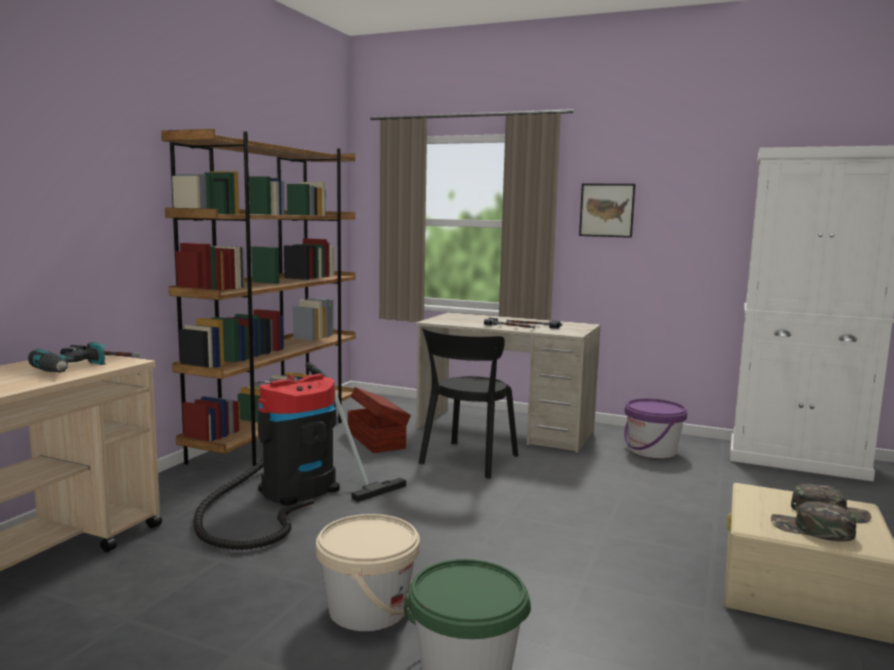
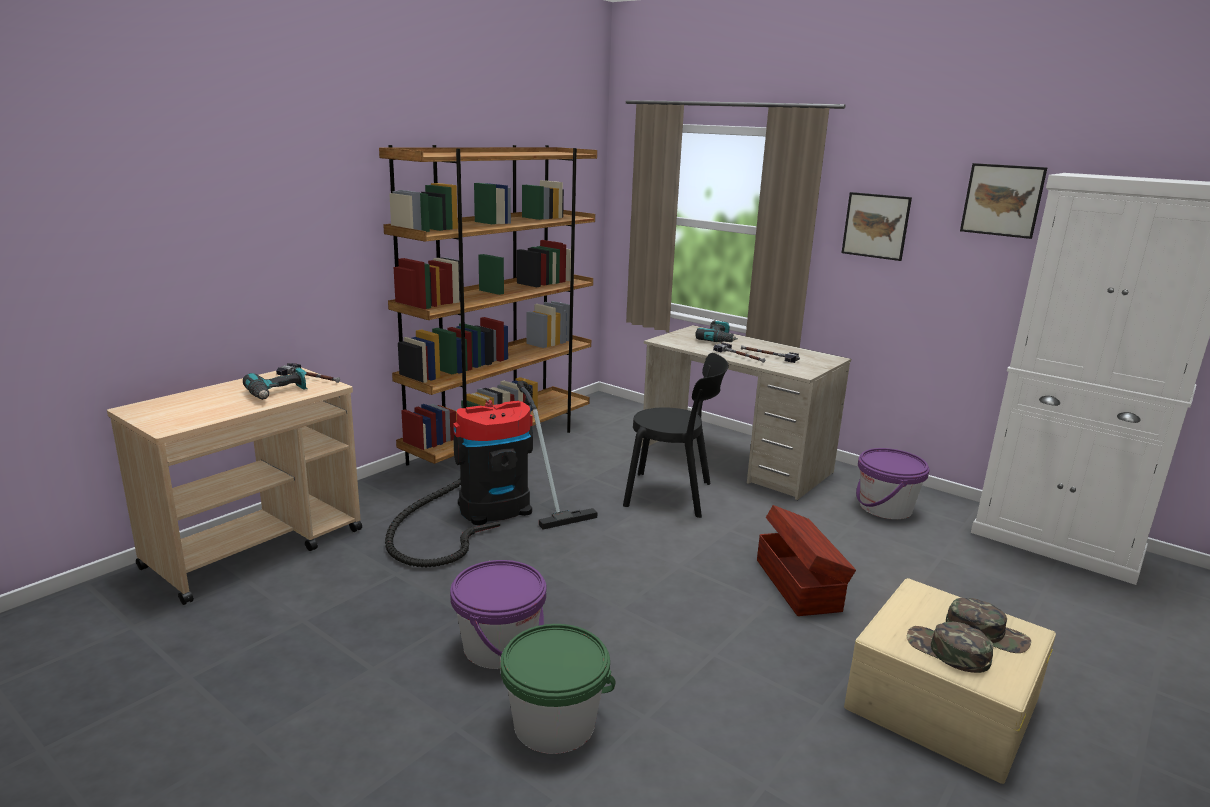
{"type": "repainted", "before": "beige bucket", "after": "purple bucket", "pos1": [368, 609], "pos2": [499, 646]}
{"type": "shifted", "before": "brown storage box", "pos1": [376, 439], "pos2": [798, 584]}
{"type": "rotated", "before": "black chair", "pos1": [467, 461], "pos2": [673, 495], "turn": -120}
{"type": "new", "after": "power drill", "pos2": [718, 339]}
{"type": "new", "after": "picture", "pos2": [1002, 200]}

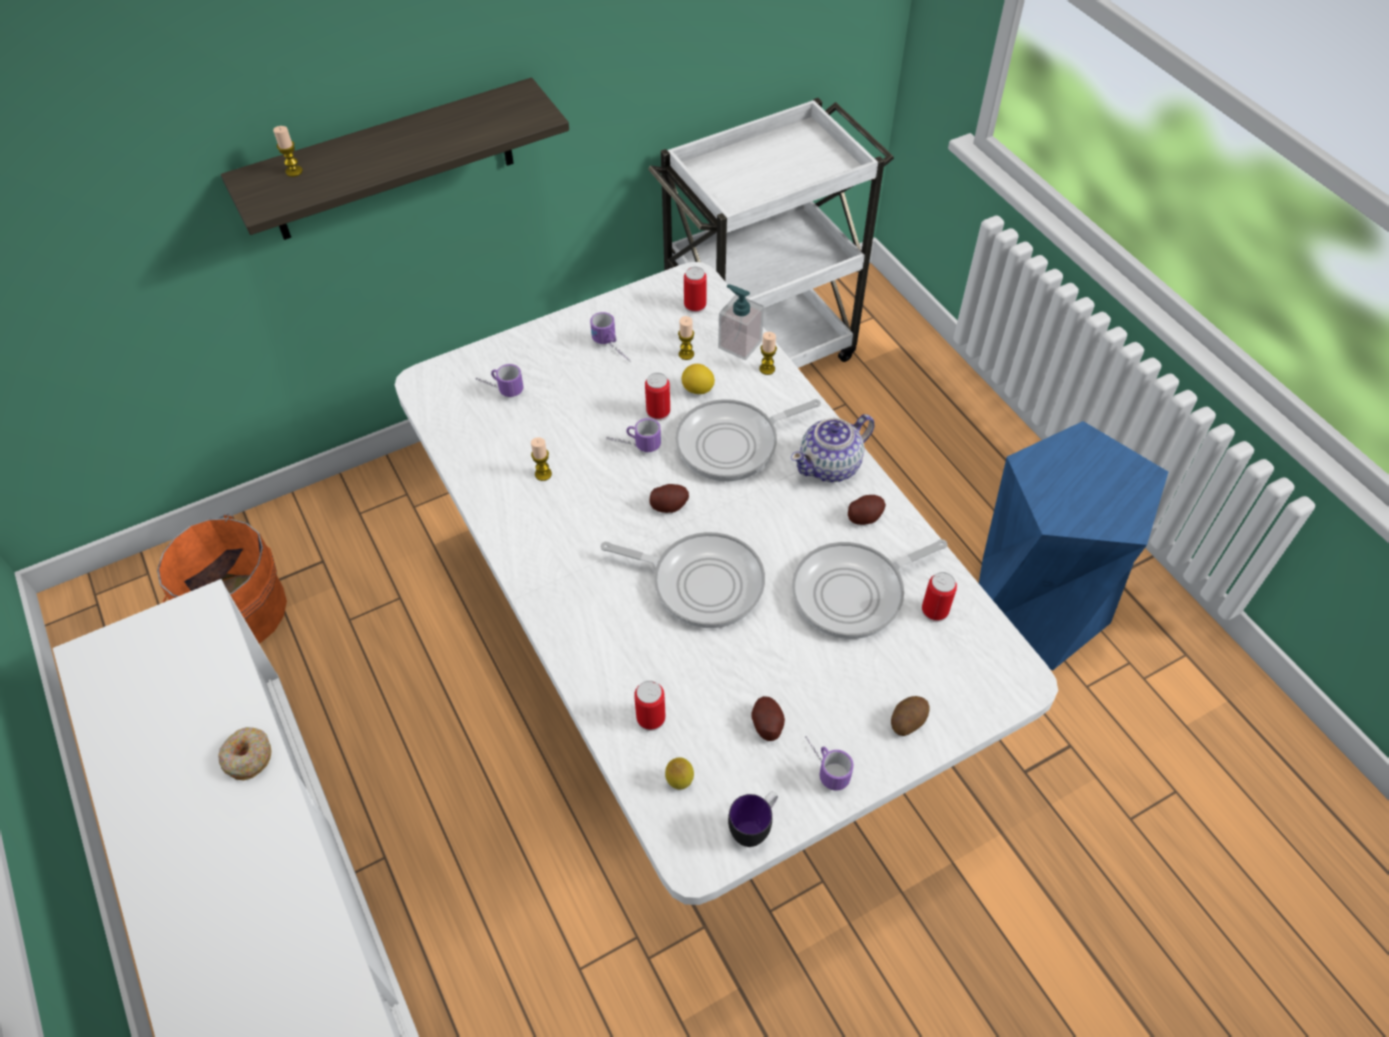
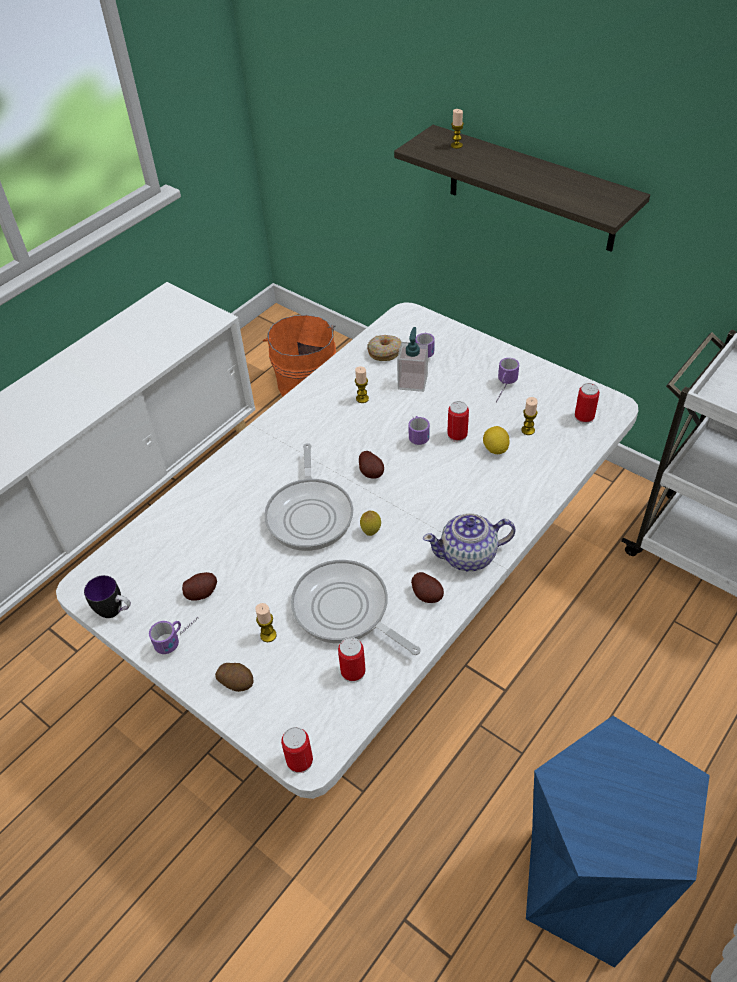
{"type": "shifted", "before": "donut", "pos1": [248, 757], "pos2": [385, 352]}
{"type": "shifted", "before": "can", "pos1": [651, 718], "pos2": [300, 761]}
{"type": "shifted", "before": "lemon", "pos1": [679, 782], "pos2": [371, 532]}
{"type": "gone", "before": "frying pan", "pos1": [733, 444]}
{"type": "shifted", "before": "soap dispenser", "pos1": [739, 344], "pos2": [412, 381]}
{"type": "shifted", "before": "candle", "pos1": [767, 369], "pos2": [268, 635]}
{"type": "rotated", "before": "teapot", "pos1": [831, 465], "pos2": [469, 556], "turn": -45}

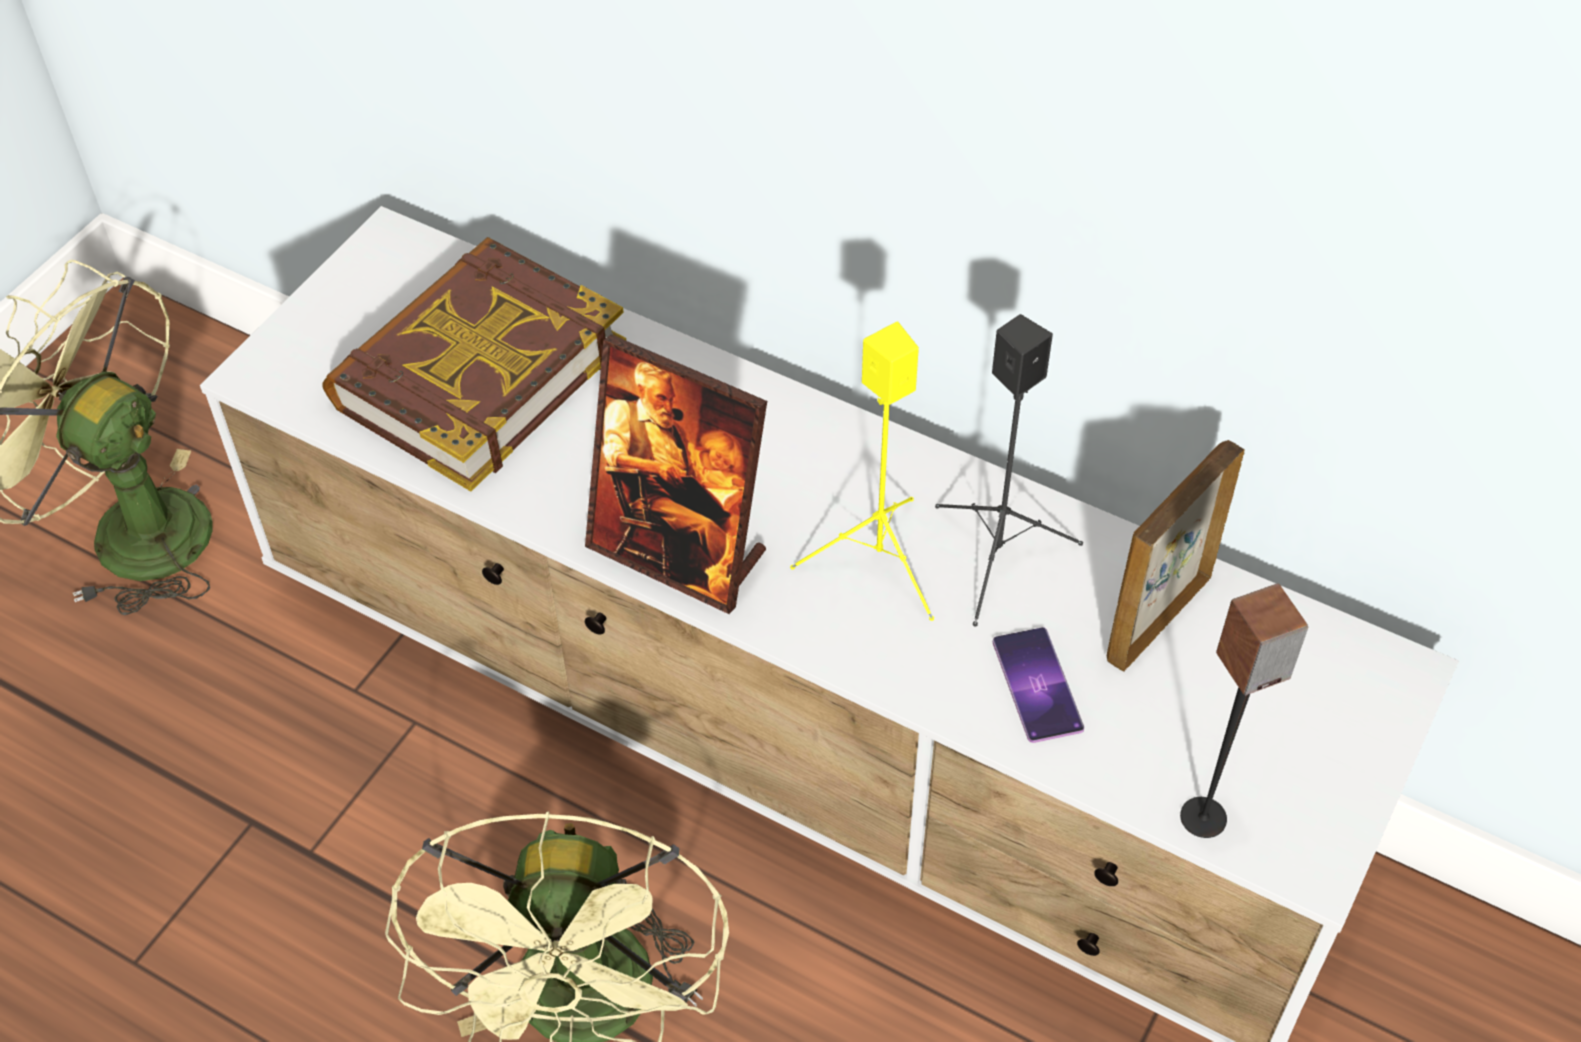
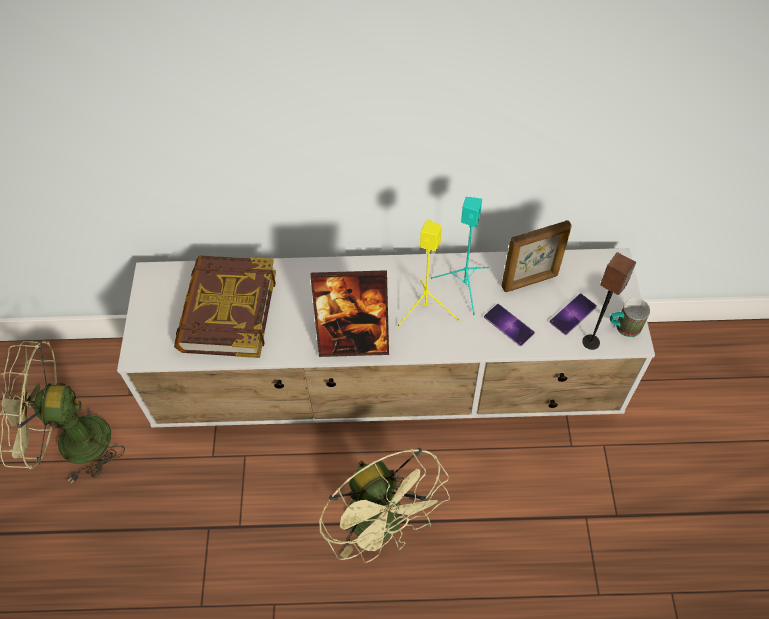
{"type": "repainted", "before": "black speaker", "after": "turquoise speaker", "pos1": [999, 556], "pos2": [464, 285]}
{"type": "rotated", "before": "picture frame", "pos1": [1156, 618], "pos2": [530, 281], "turn": -120}
{"type": "new", "after": "phone", "pos2": [573, 314]}
{"type": "new", "after": "mug", "pos2": [623, 327]}

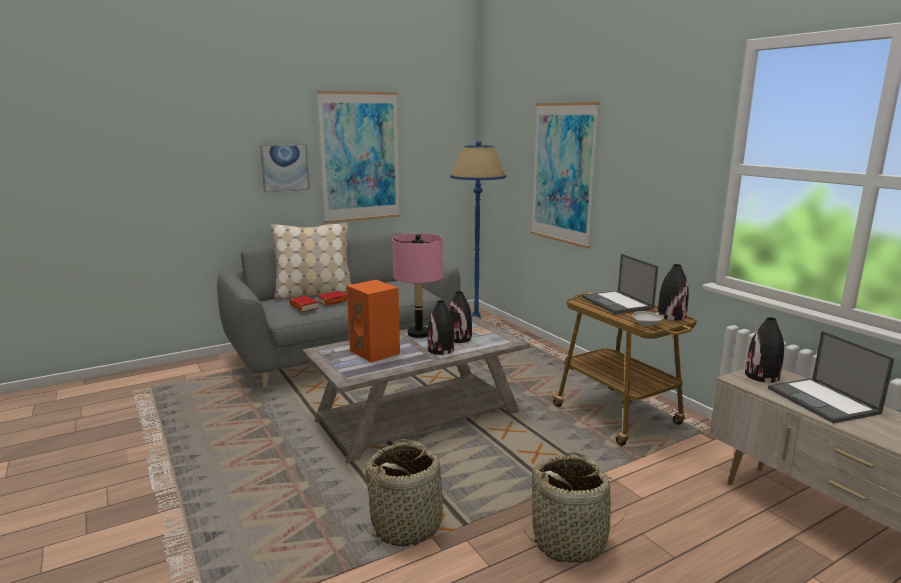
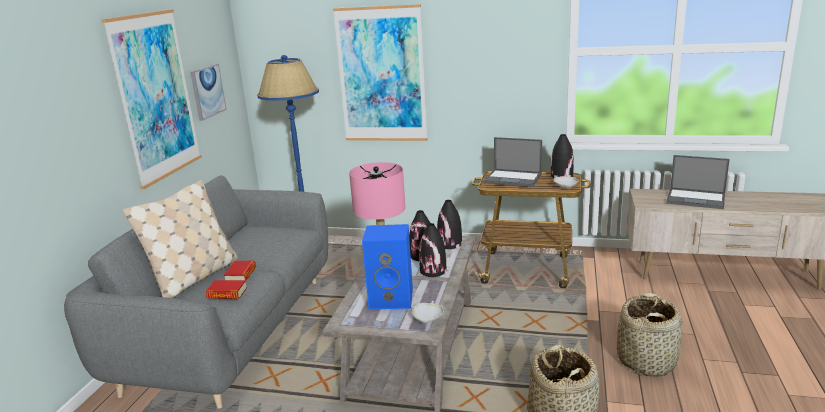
{"type": "shifted", "before": "picture", "pos1": [284, 167], "pos2": [207, 91]}
{"type": "repainted", "before": "orange speaker", "after": "blue speaker", "pos1": [376, 352], "pos2": [392, 298]}
{"type": "shifted", "before": "black vase", "pos1": [762, 376], "pos2": [450, 244]}
{"type": "new", "after": "white bowl", "pos2": [428, 319]}

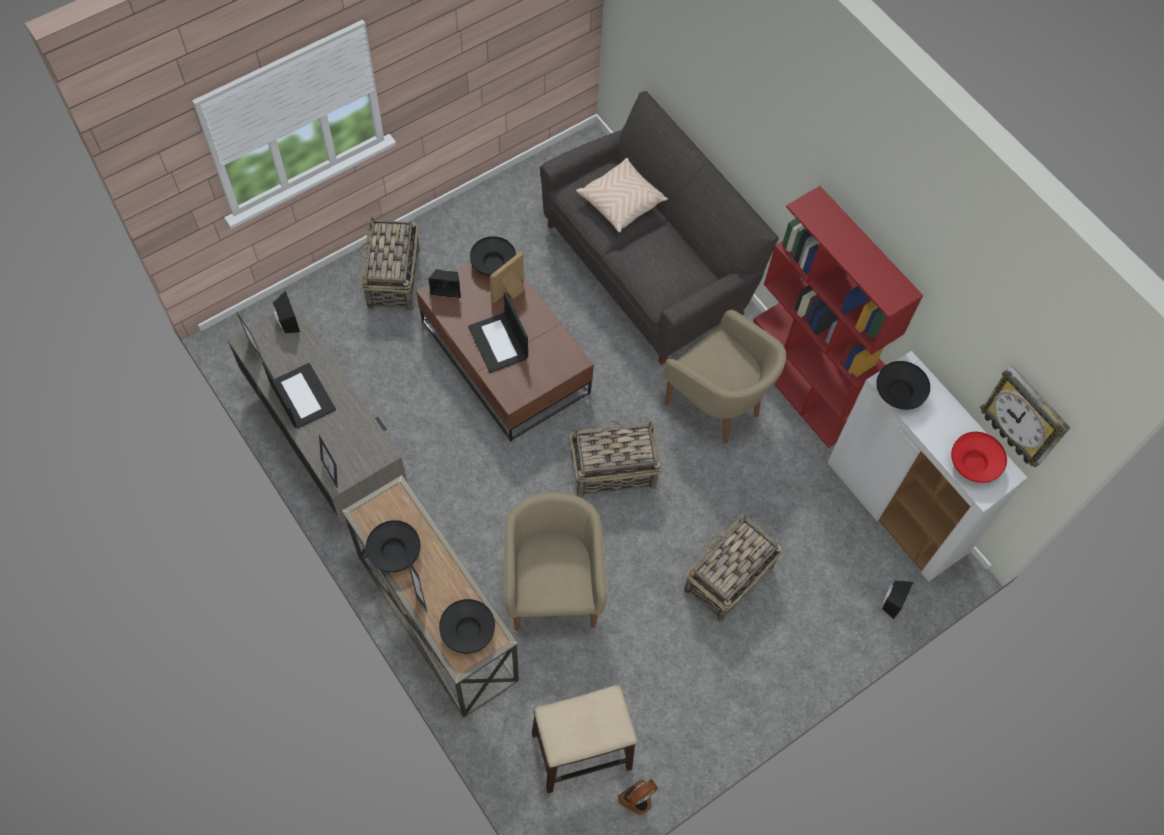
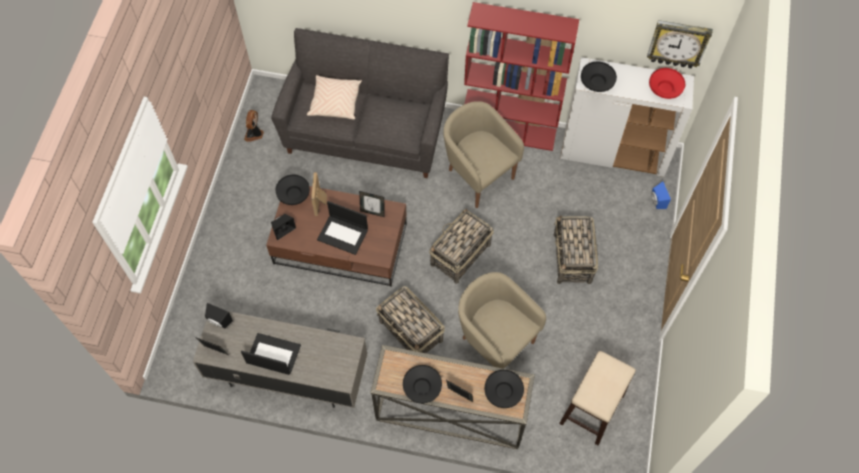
{"type": "shifted", "before": "picture frame", "pos1": [332, 472], "pos2": [372, 212]}
{"type": "shifted", "before": "basket", "pos1": [393, 279], "pos2": [411, 331]}
{"type": "shifted", "before": "fan", "pos1": [637, 799], "pos2": [254, 134]}
{"type": "rotated", "before": "beige armchair", "pos1": [717, 406], "pos2": [477, 176], "turn": -135}
{"type": "repainted", "before": "black speaker", "after": "blue speaker", "pos1": [891, 601], "pos2": [656, 201]}

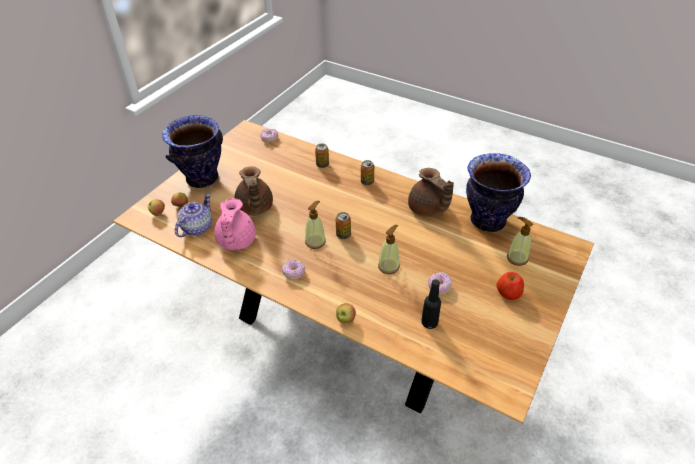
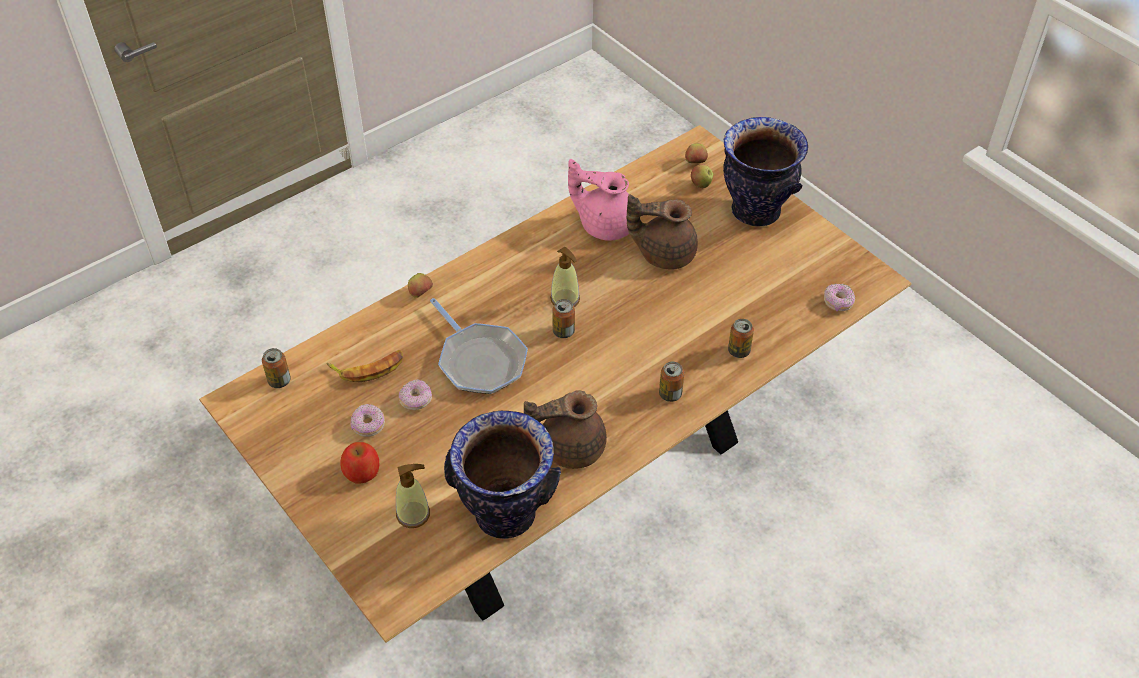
{"type": "gone", "before": "teapot", "pos1": [196, 228]}
{"type": "shifted", "before": "donut", "pos1": [294, 273], "pos2": [368, 425]}
{"type": "swapped", "before": "soap dispenser", "after": "frying pan", "pos1": [388, 266], "pos2": [480, 361]}
{"type": "swapped", "before": "black bottle", "after": "banana", "pos1": [429, 323], "pos2": [368, 368]}
{"type": "new", "after": "can", "pos2": [279, 381]}

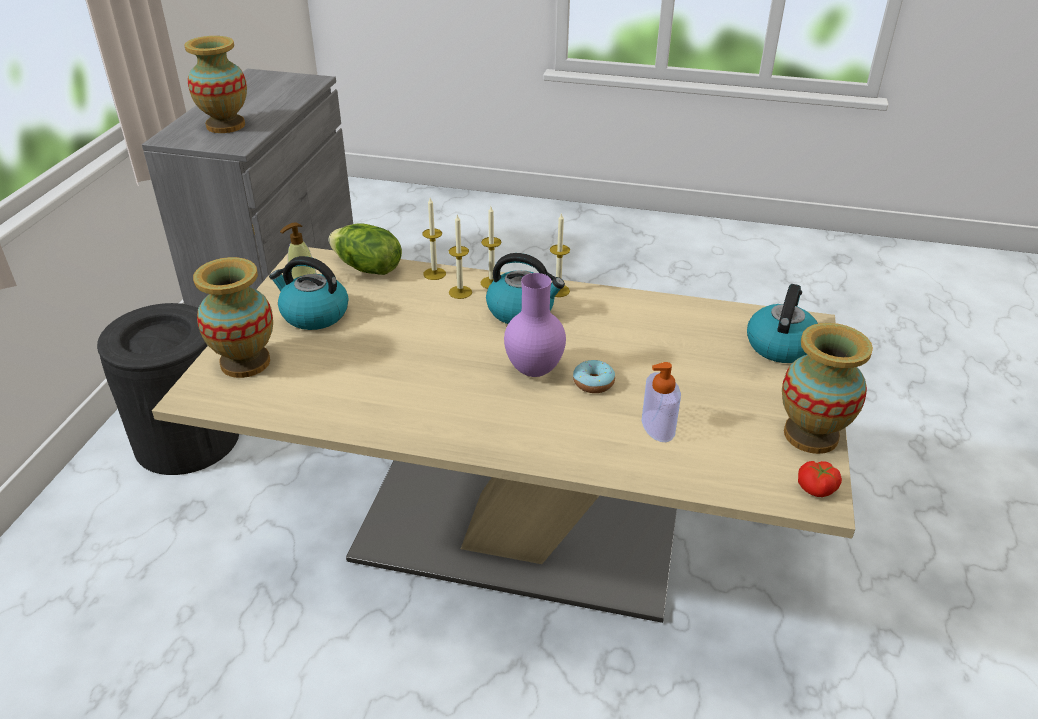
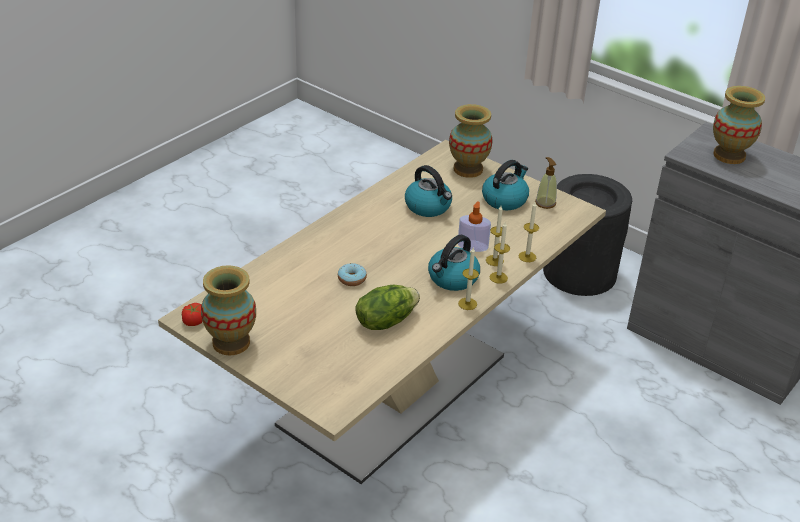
{"type": "shifted", "before": "lettuce", "pos1": [367, 268], "pos2": [385, 321]}
{"type": "gone", "before": "purple vase", "pos1": [533, 371]}
{"type": "shifted", "before": "soap dispenser", "pos1": [658, 426], "pos2": [472, 246]}
{"type": "shifted", "before": "kettle", "pos1": [780, 345], "pos2": [428, 207]}

